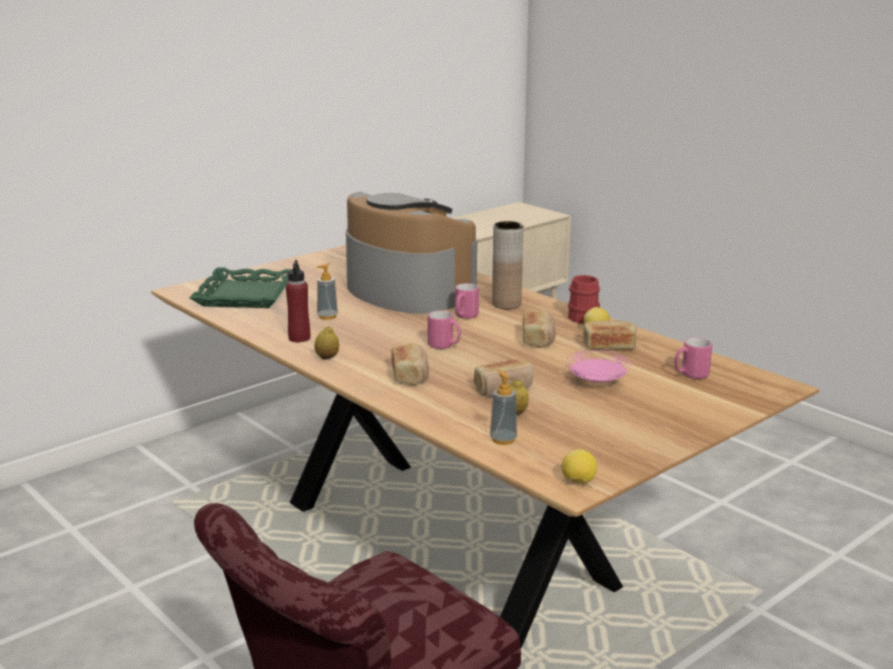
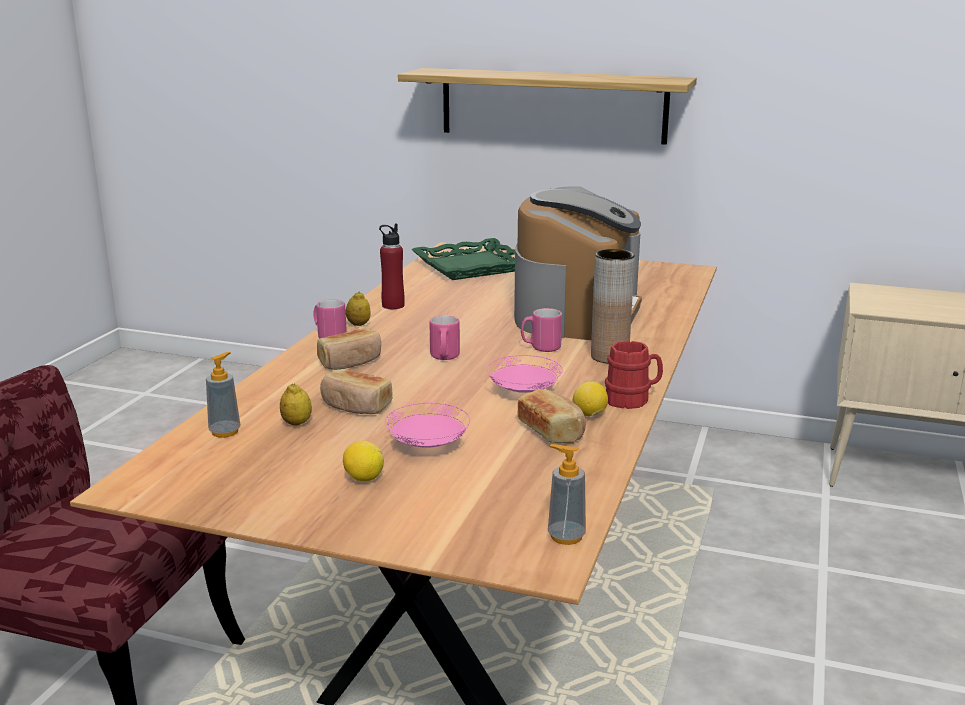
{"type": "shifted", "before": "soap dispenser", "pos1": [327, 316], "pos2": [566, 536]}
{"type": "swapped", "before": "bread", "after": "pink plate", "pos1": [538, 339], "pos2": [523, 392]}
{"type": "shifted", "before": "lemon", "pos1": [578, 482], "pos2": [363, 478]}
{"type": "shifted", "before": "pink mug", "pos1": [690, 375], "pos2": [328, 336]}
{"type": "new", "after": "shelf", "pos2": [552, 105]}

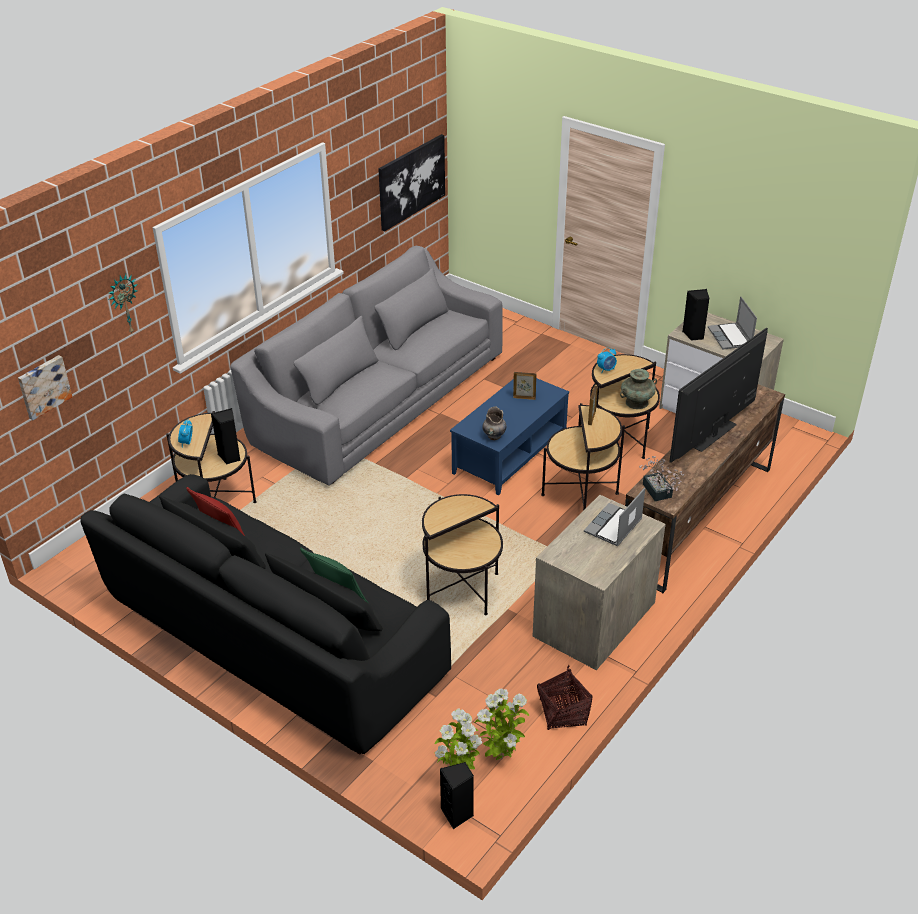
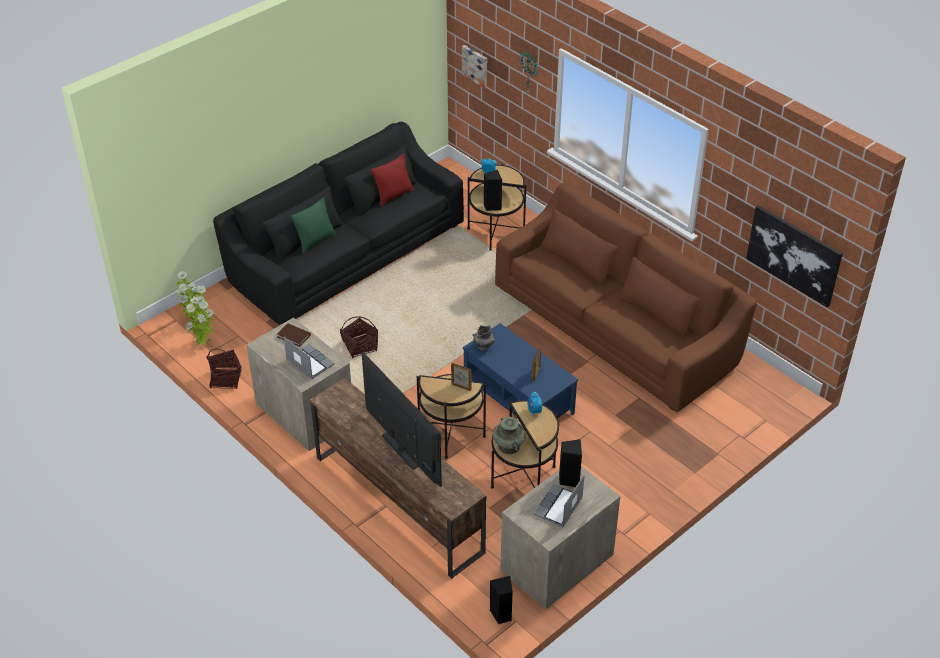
{"type": "repainted", "before": "grey sofa", "after": "brown sofa", "pos1": [378, 399], "pos2": [616, 325]}
{"type": "swapped", "before": "side table", "after": "basket", "pos1": [463, 590], "pos2": [360, 347]}
{"type": "shifted", "before": "black speaker", "pos1": [458, 814], "pos2": [501, 614]}
{"type": "gone", "before": "potted plant", "pos1": [658, 493]}
{"type": "rotated", "before": "laptop", "pos1": [730, 337], "pos2": [559, 507], "turn": -60}
{"type": "new", "after": "brown book", "pos2": [294, 336]}

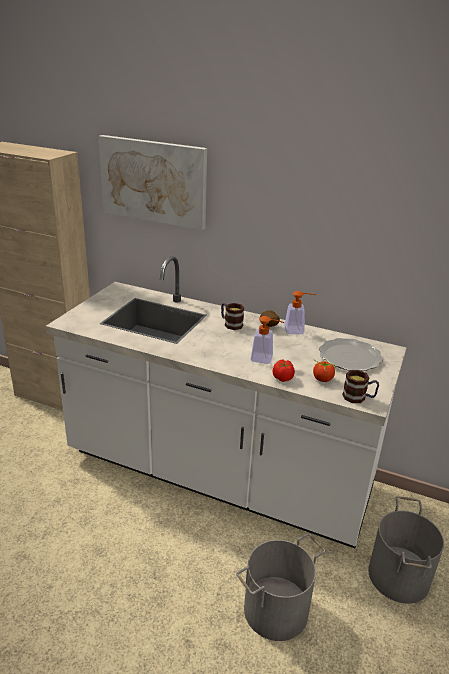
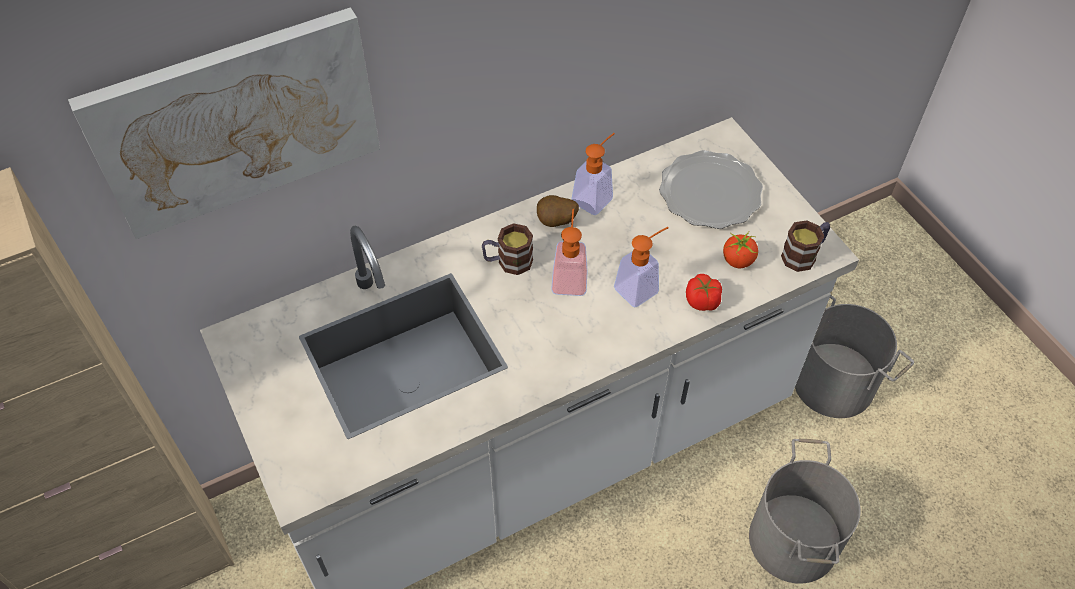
{"type": "new", "after": "soap dispenser", "pos2": [569, 276]}

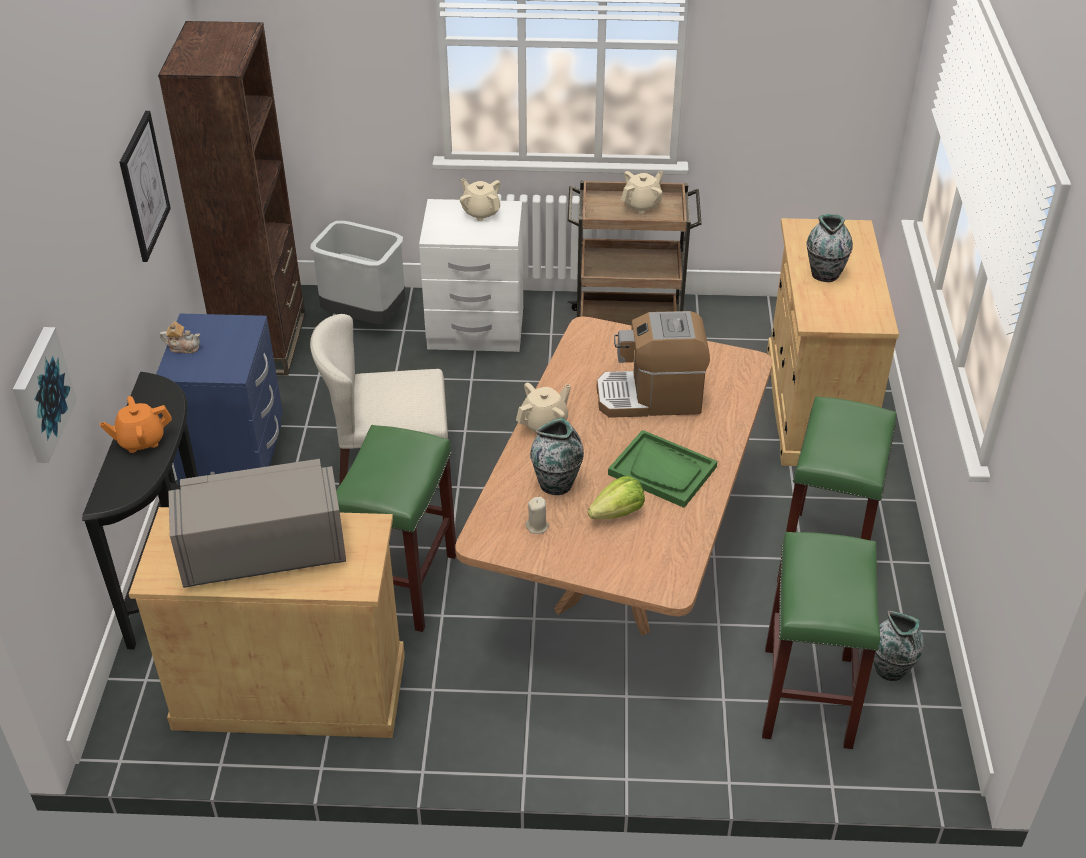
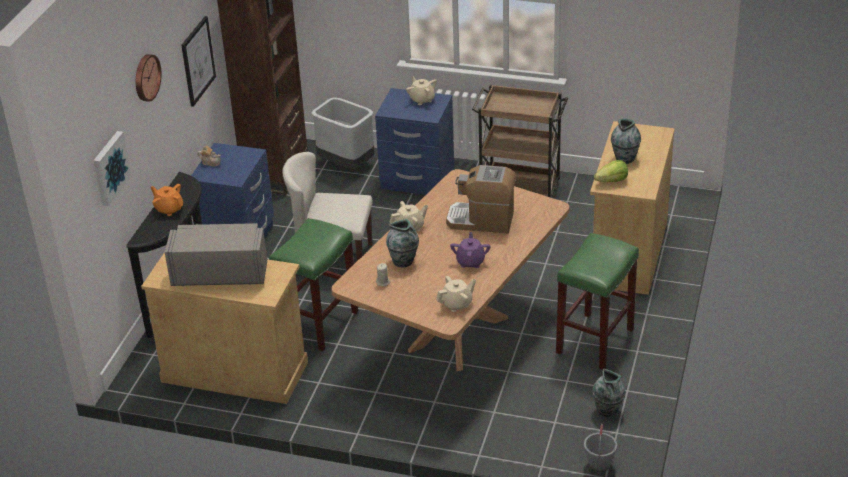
{"type": "rotated", "before": "orange teapot", "pos1": [141, 440], "pos2": [169, 209], "turn": 45}
{"type": "repainted", "before": "white nightstand", "after": "blue nightstand", "pos1": [475, 329], "pos2": [417, 180]}
{"type": "shifted", "before": "lettuce", "pos1": [618, 513], "pos2": [612, 181]}
{"type": "swapped", "before": "green tray", "after": "purple teapot", "pos1": [662, 471], "pos2": [470, 262]}
{"type": "shifted", "before": "beige teapot", "pos1": [642, 205], "pos2": [457, 304]}
{"type": "gone", "before": "green stool", "pos1": [808, 698]}
{"type": "new", "after": "wall clock", "pos2": [145, 77]}
{"type": "new", "after": "grey bucket", "pos2": [599, 464]}

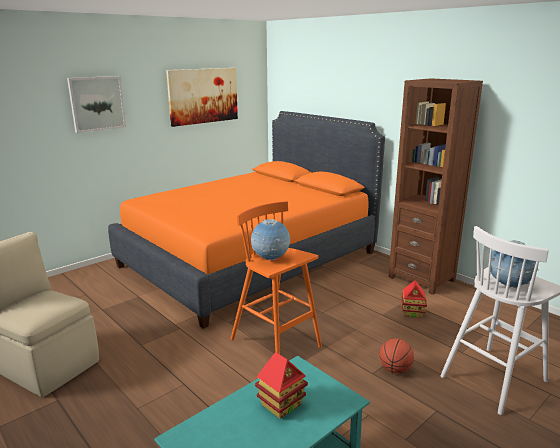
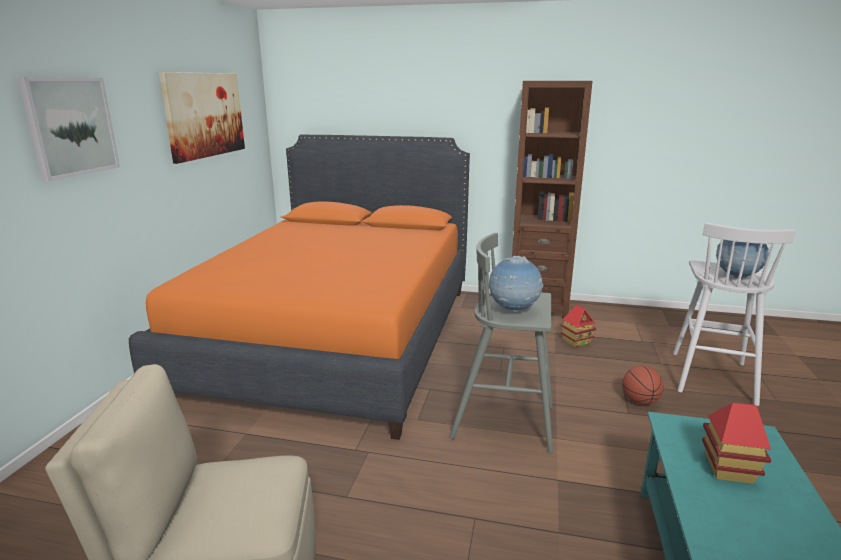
{"type": "repainted", "before": "orange stool", "after": "grey stool", "pos1": [277, 344], "pos2": [505, 422]}

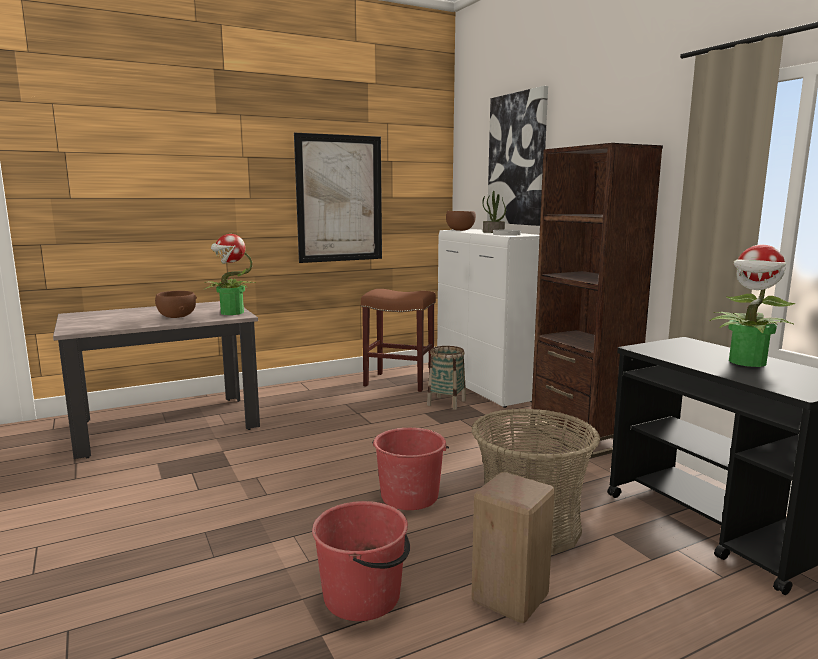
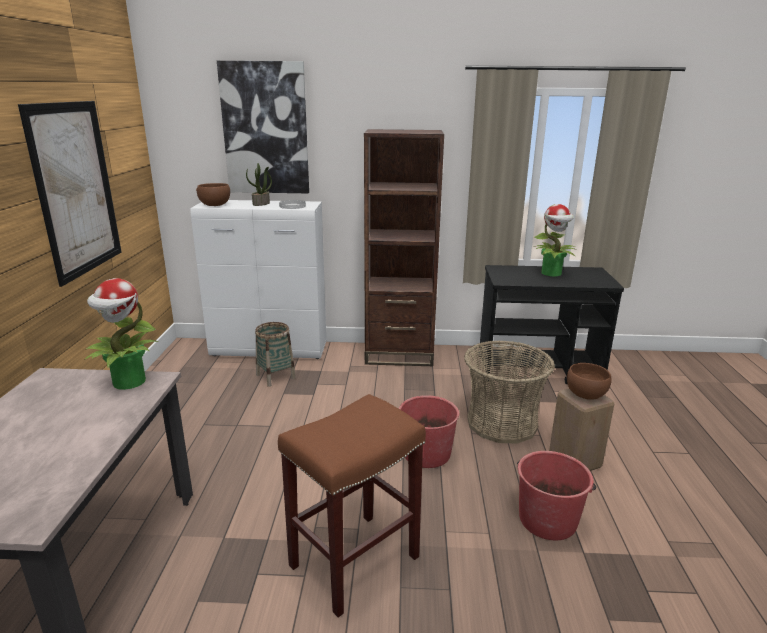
{"type": "shifted", "before": "brown bowl", "pos1": [176, 317], "pos2": [585, 395]}
{"type": "shifted", "before": "brown stool", "pos1": [400, 382], "pos2": [355, 560]}

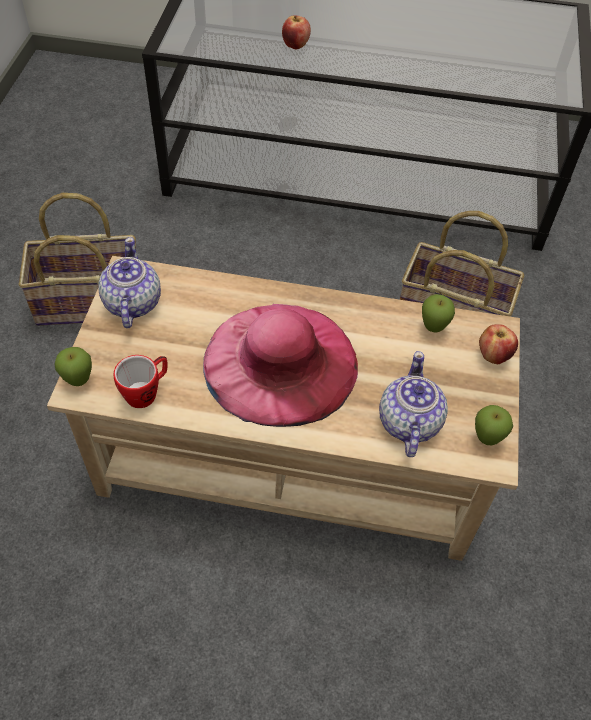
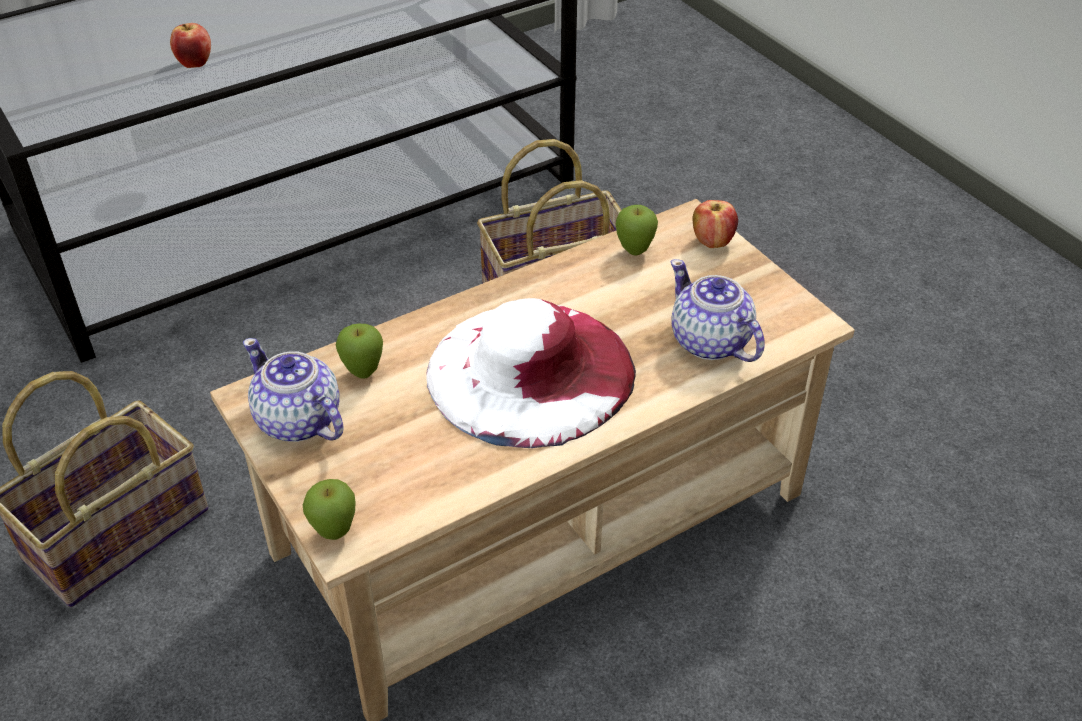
{"type": "gone", "before": "mug", "pos1": [146, 392]}
{"type": "repainted", "before": "pink hat", "after": "white hat", "pos1": [280, 362], "pos2": [530, 371]}
{"type": "shifted", "before": "apple", "pos1": [486, 439], "pos2": [363, 373]}

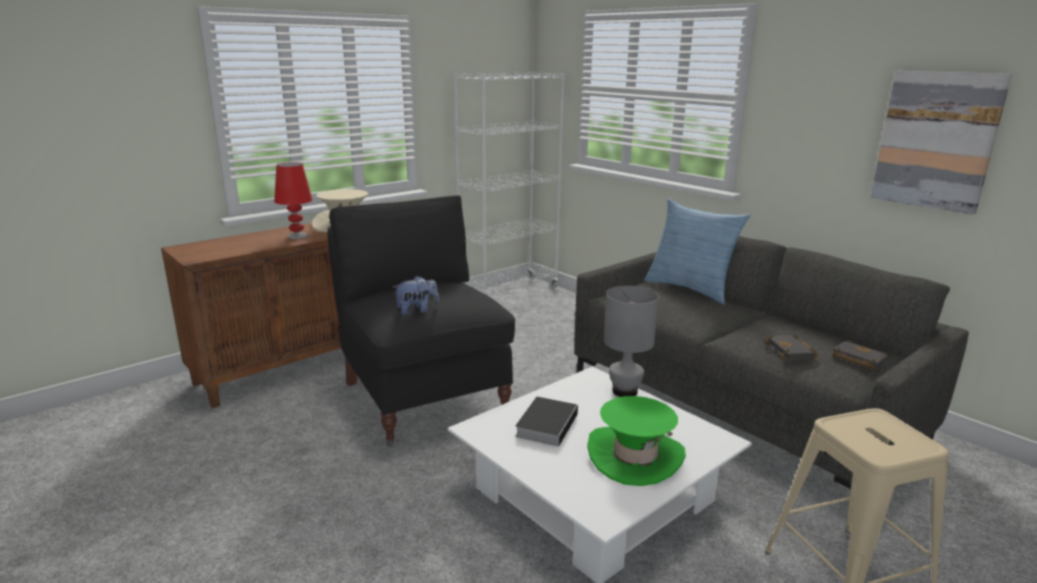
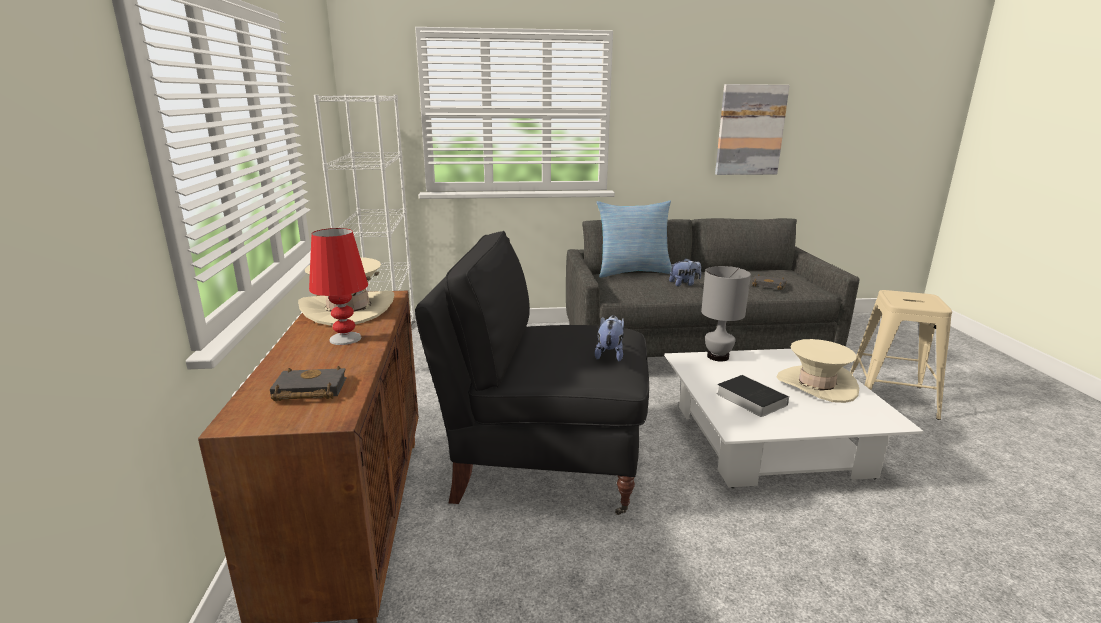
{"type": "repainted", "before": "green hat", "after": "beige hat", "pos1": [635, 456], "pos2": [816, 385]}
{"type": "shifted", "before": "black book", "pos1": [857, 359], "pos2": [307, 391]}
{"type": "new", "after": "plush toy", "pos2": [684, 284]}

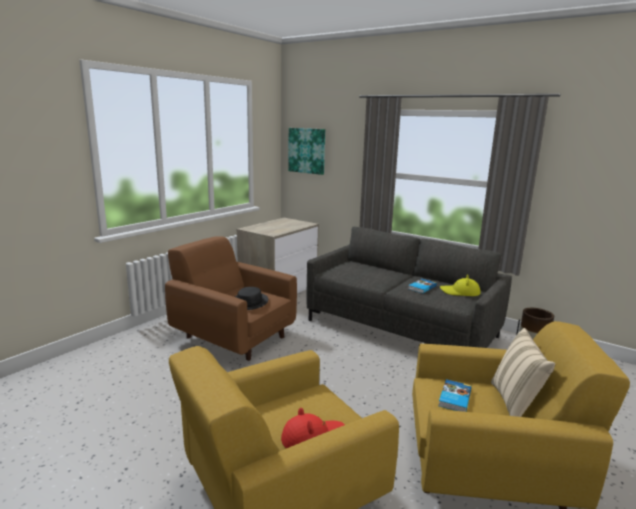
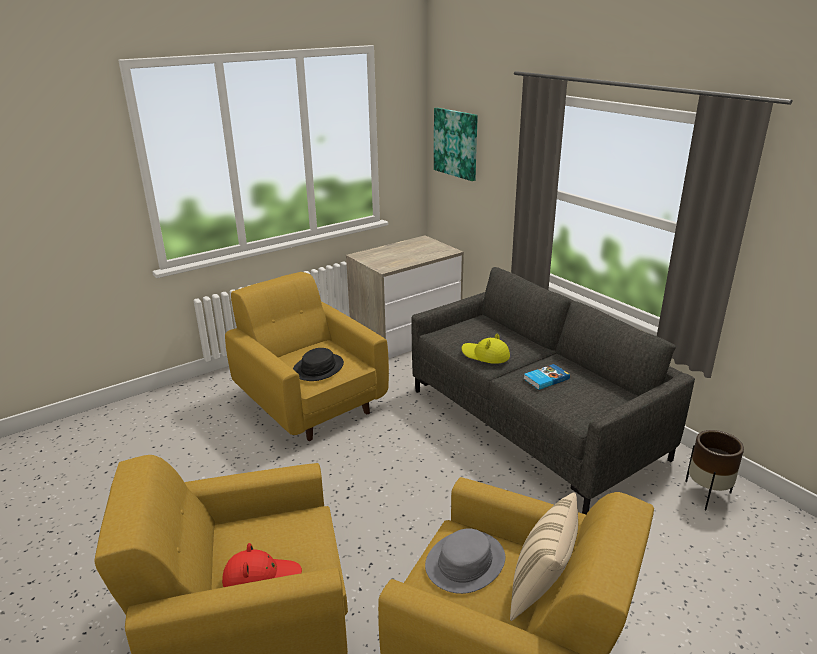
{"type": "repainted", "before": "brown armchair", "after": "yellow armchair", "pos1": [233, 336], "pos2": [310, 402]}
{"type": "swapped", "before": "book", "after": "grey hat", "pos1": [454, 398], "pos2": [465, 562]}
{"type": "shifted", "before": "yellow hat", "pos1": [460, 292], "pos2": [485, 355]}

